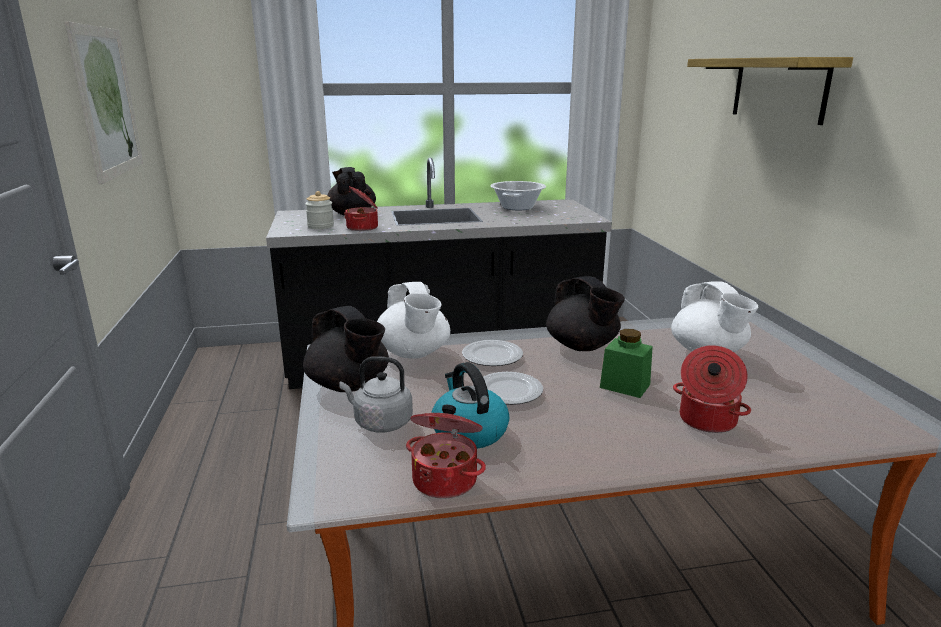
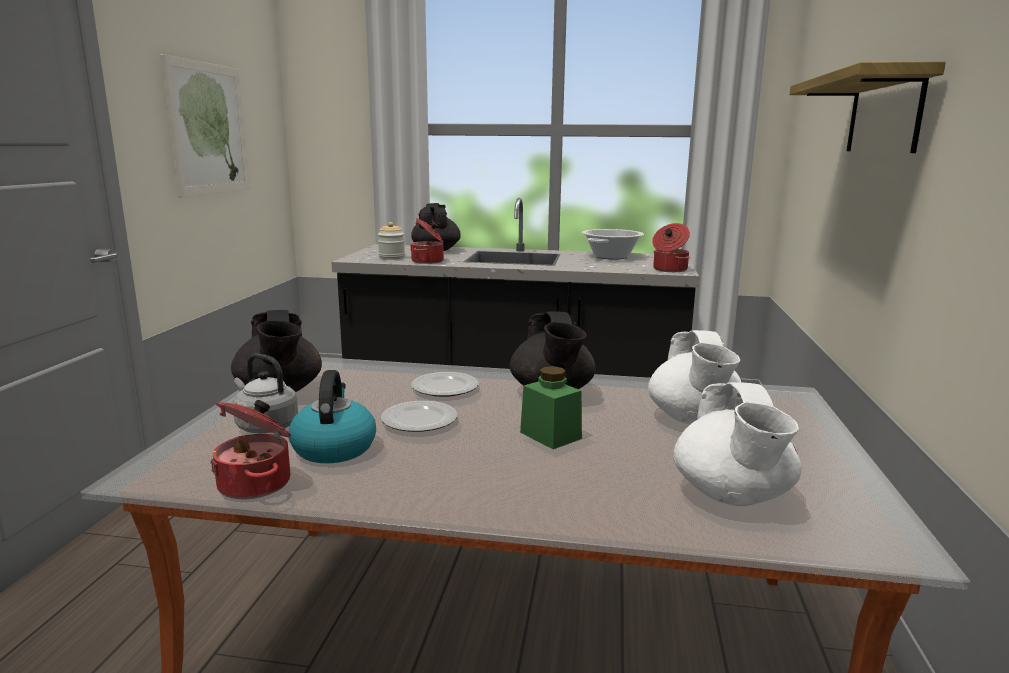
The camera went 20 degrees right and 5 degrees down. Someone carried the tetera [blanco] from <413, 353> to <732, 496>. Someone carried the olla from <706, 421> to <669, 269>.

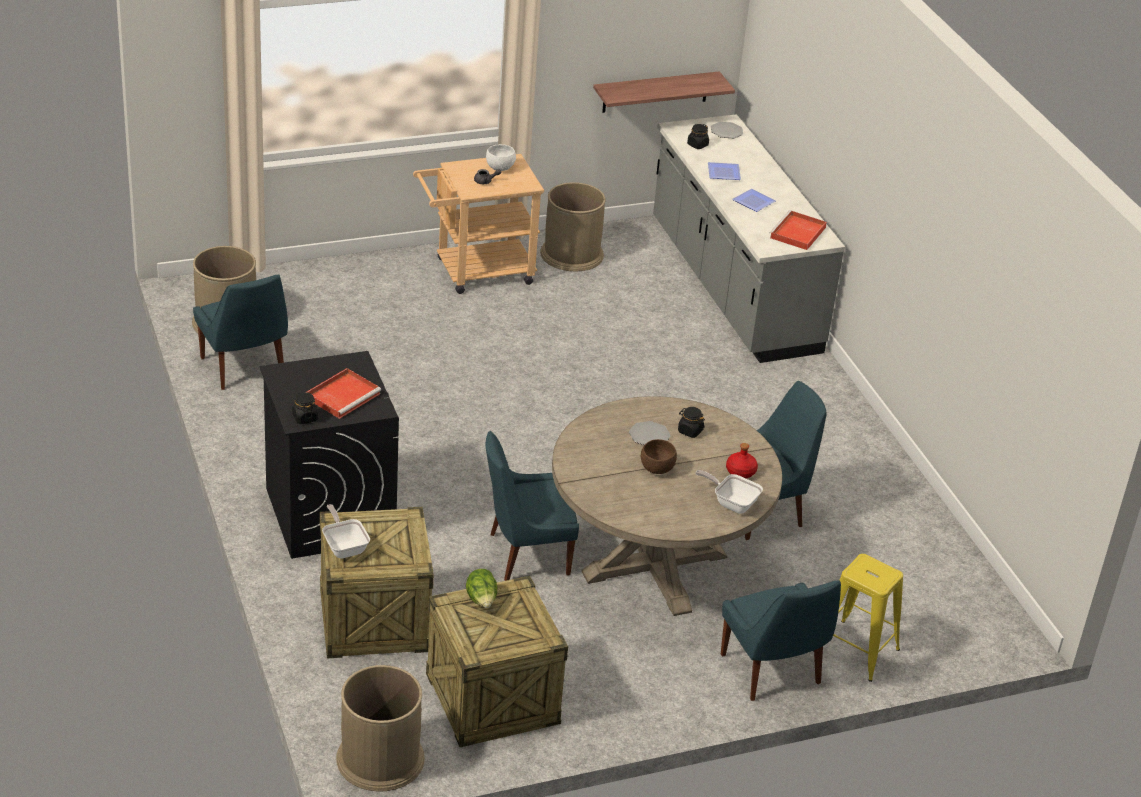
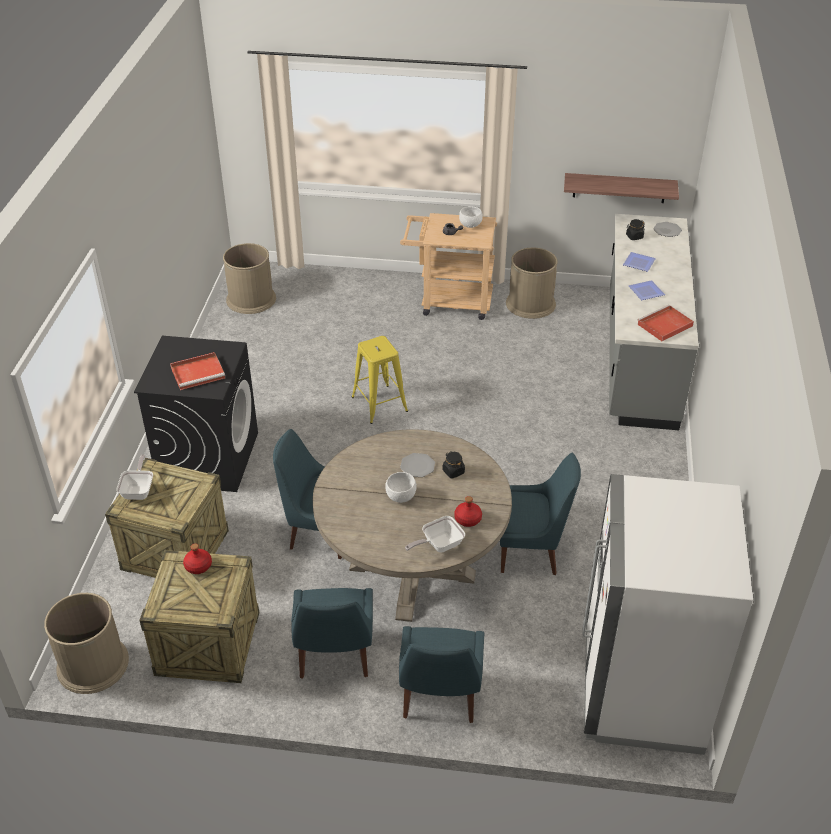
The camera went 30 degrees right and 5 degrees up. Someone carried the silla [azul] from <244, 368> to <334, 656>. Someone took away the tarro [negro] at <304, 417>. Someone repainted the cuenco [marrón] at <656, 469>, which became the cuenco [blanco] at <400, 496>. Someone rotated the sartén at <731, 503> by 90 degrees counterclockwise. Someone carried the taburete [amarillo] from <856, 650> to <379, 404>. Someone swapped the lechuga at <482, 600> for the botella [rojo] at <198, 566>. Someone put down the nevera [blanco] at <641, 690>.

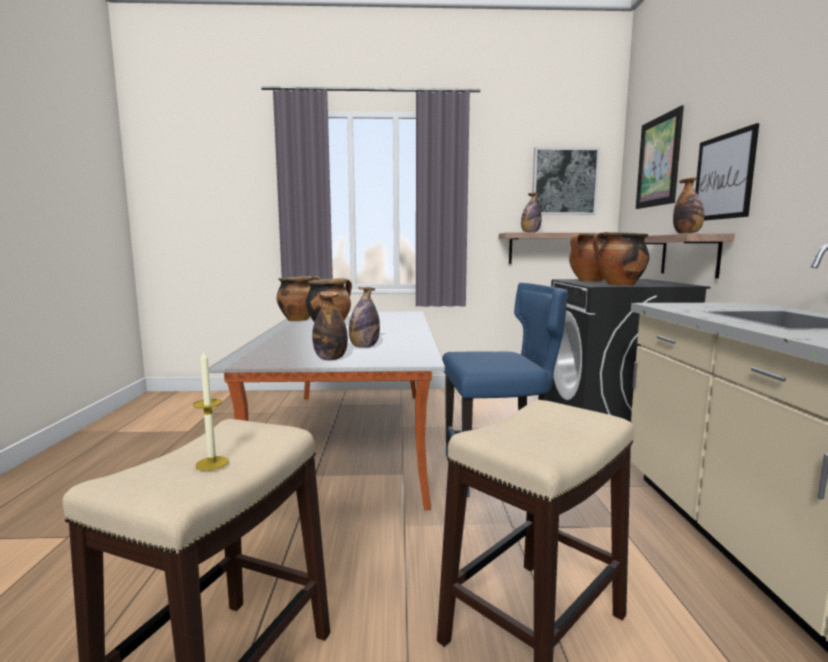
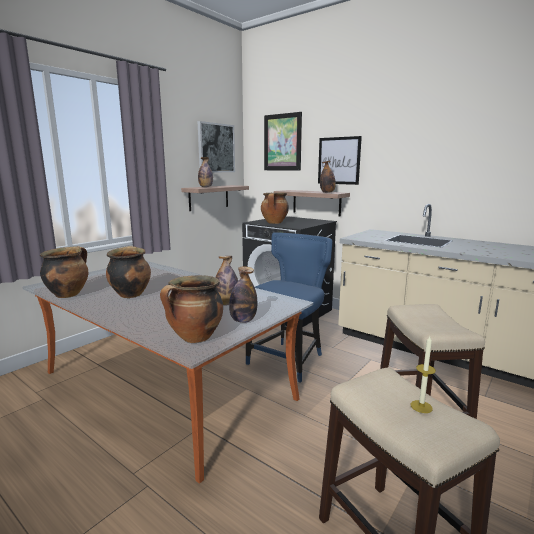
The camera went 50 degrees left and 5 degrees up. Someone carried the olla from <619, 285> to <195, 338>.

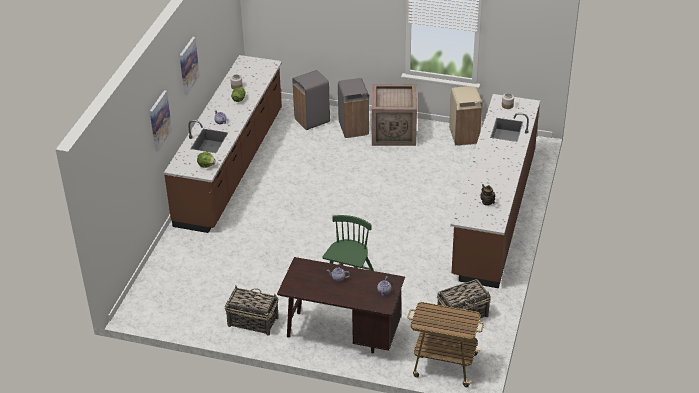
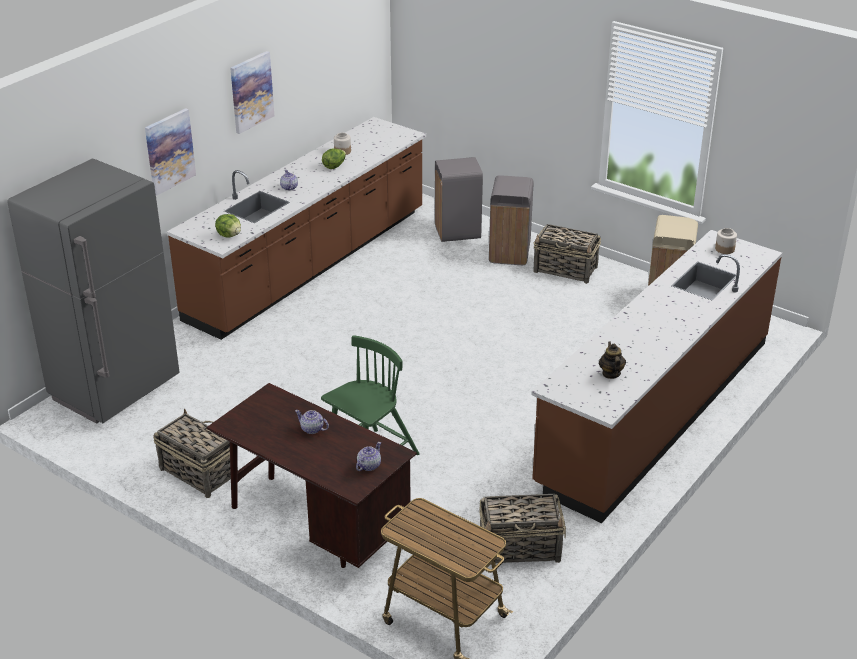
The camera went 20 degrees right and 5 degrees down. Someone swapped the caja de embalaje at <394, 132> for the cesta at <566, 270>. Someone put down the nevera [gris] at <116, 390>.

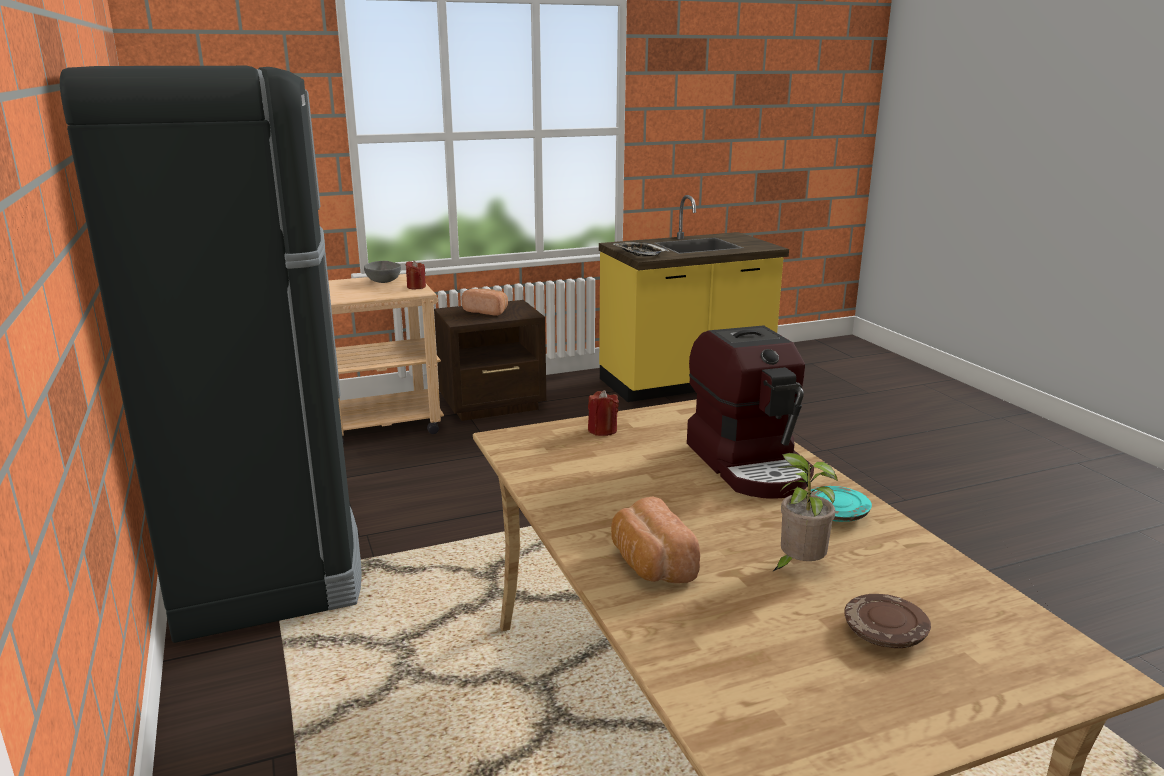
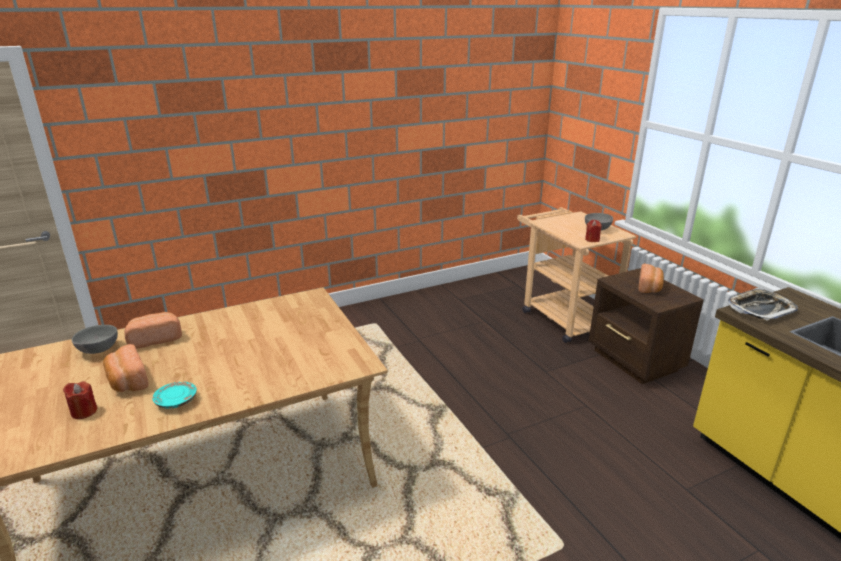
The camera went 85 degrees right and 5 degrees up. Someone took away the nevera [negro] at <267, 564>. Someone took away the cafetera at <750, 464>. Someone carried the vela [rojo] from <602, 430> to <84, 411>. Someone swapped the planta en maceta at <798, 566> for the pan at <127, 381>. Someone took away the plato [marrón] at <884, 633>. Someone put down the cuenco [gris] at <97, 350>.

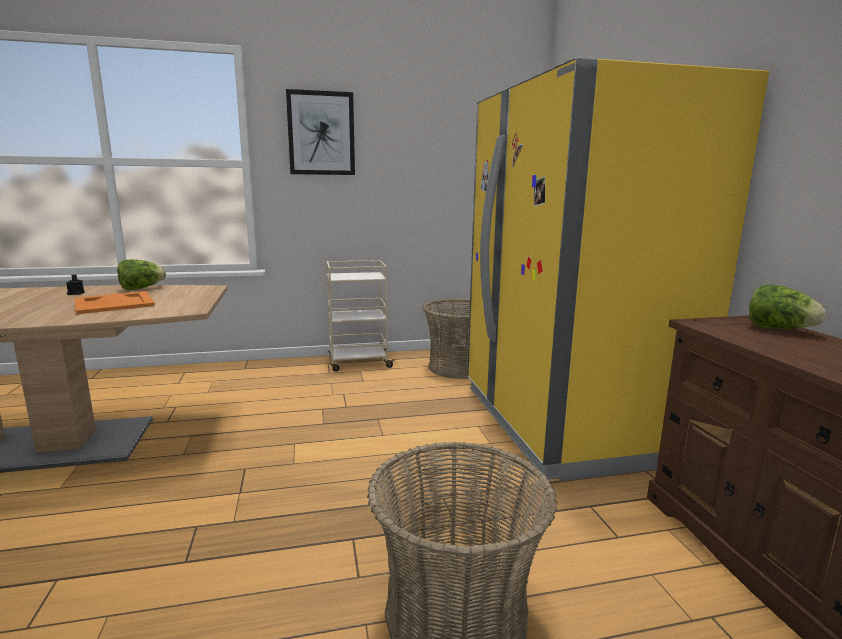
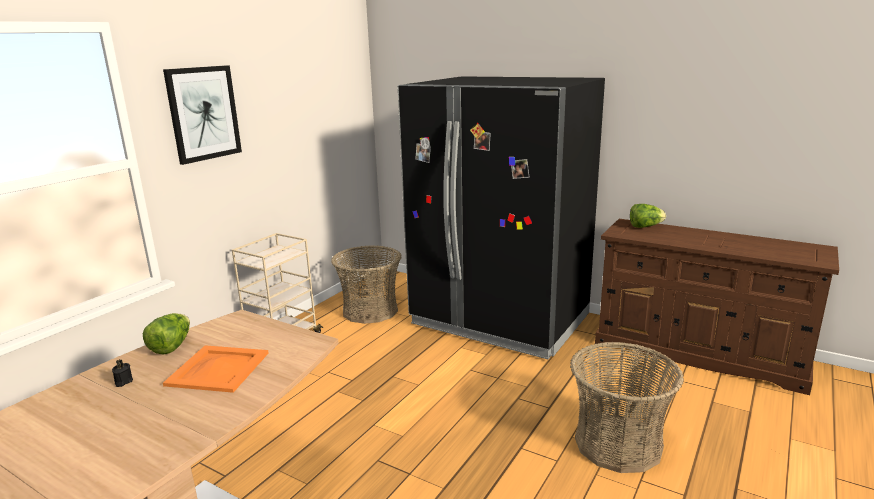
The camera went 45 degrees left and 5 degrees up. Someone repainted the nevera [amarillo] at <566, 422>, which became the nevera [negro] at <500, 320>.

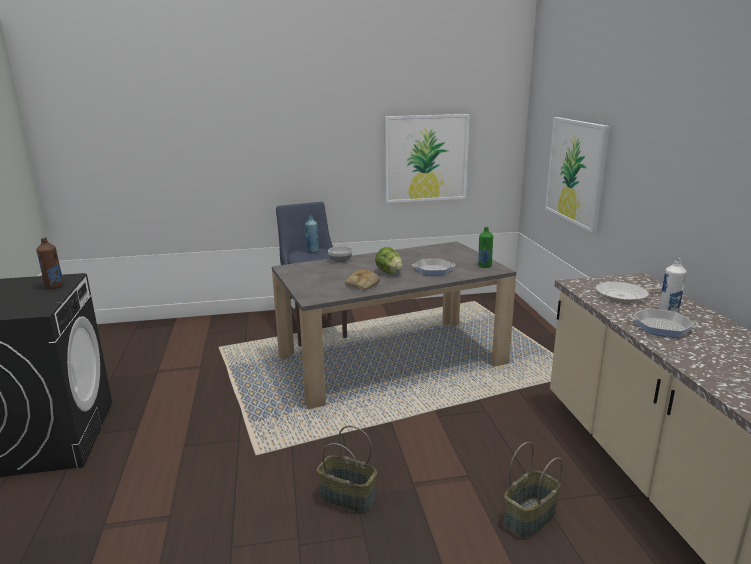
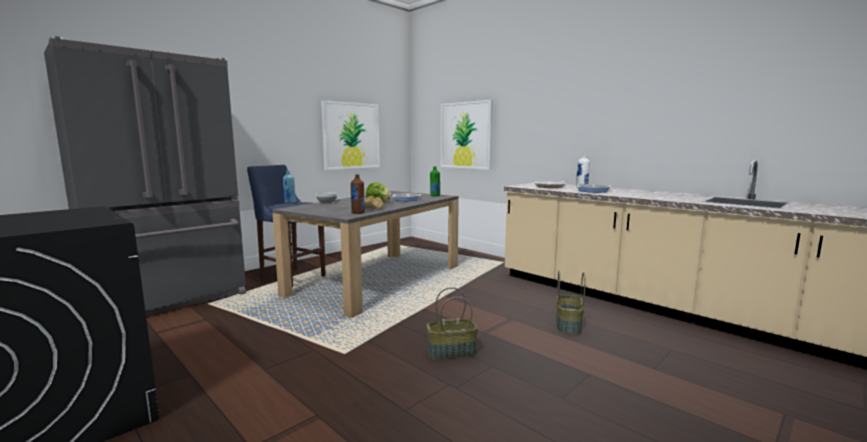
The camera went 35 degrees left and 10 degrees down. Someone carried the botella [marrón] from <54, 286> to <358, 213>. Someone put down the nevera [gris] at <170, 300>.

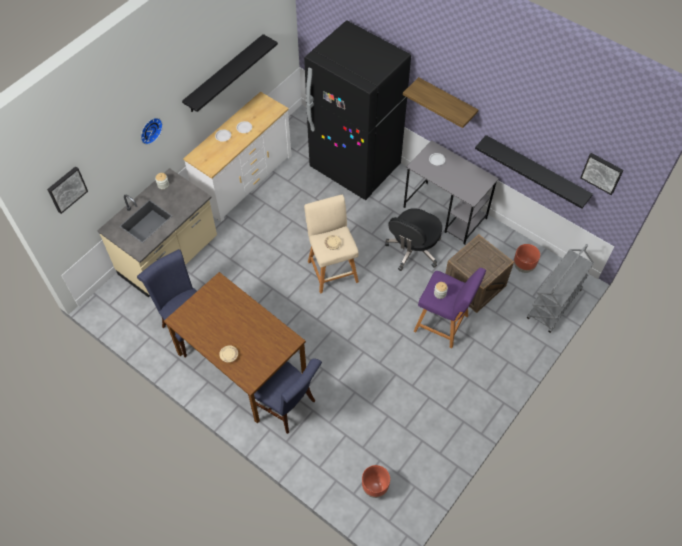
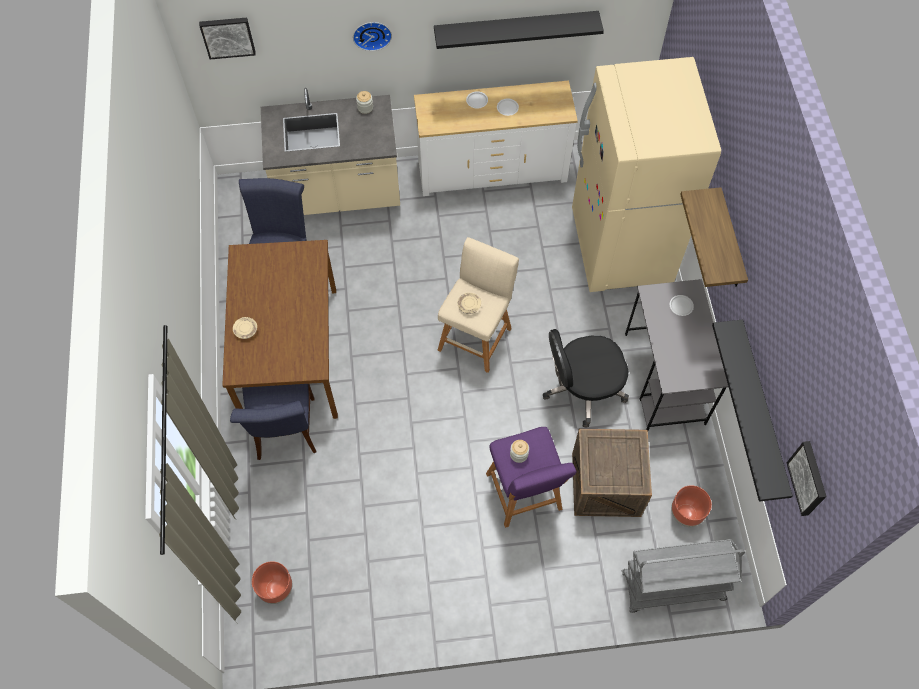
The camera went 45 degrees right and 5 degrees up. Someone repainted the nevera [negro] at <355, 167>, which became the nevera [beis] at <621, 247>.

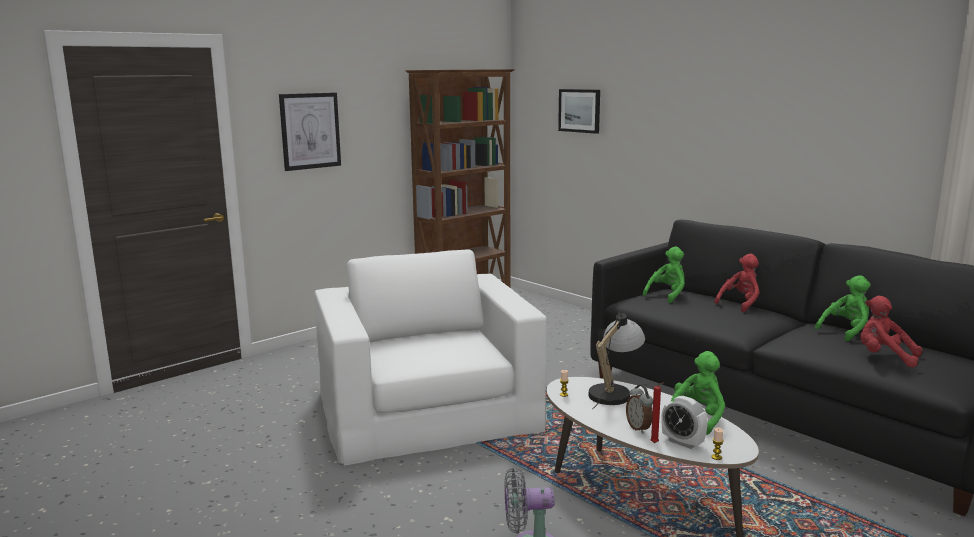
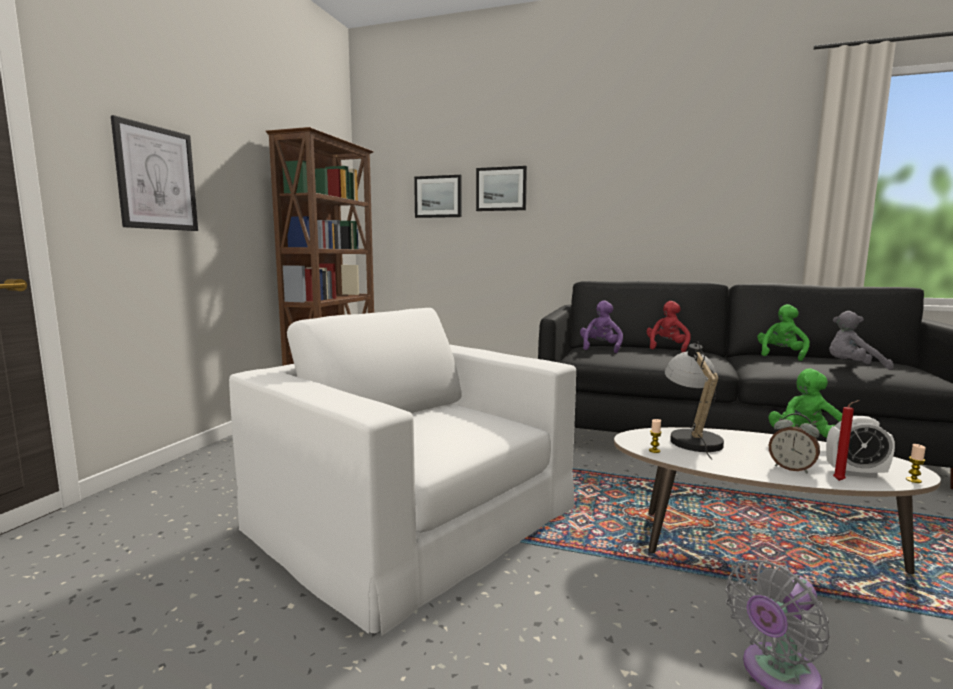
The camera went 30 degrees left and 5 degrees down. Someone repainted the peluche [verde] at <667, 295>, which became the peluche [morado] at <600, 348>. Someone repainted the peluche [rojo] at <884, 357>, which became the peluche [gris] at <852, 367>. Someone put up the cuadro at <501, 189>.

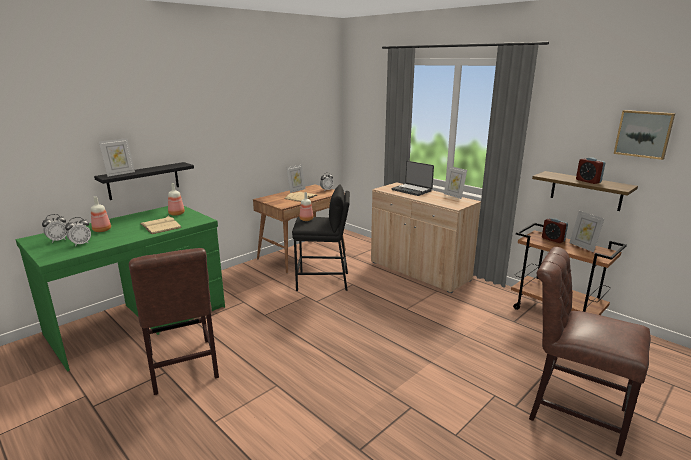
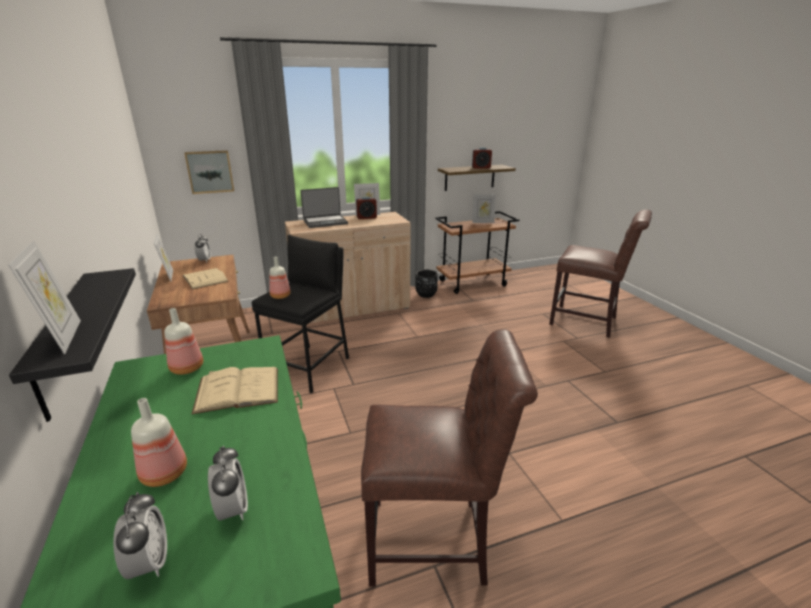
The camera went 65 degrees left and 5 degrees up. Someone carried the cuadro from <643, 134> to <210, 171>. Someone carried the despertador from <553, 239> to <366, 217>. Someone rotated the silla [marrón] at <571, 411> by 120 degrees counterclockwise. Someone put down the maceta [negro] at <426, 294>.

